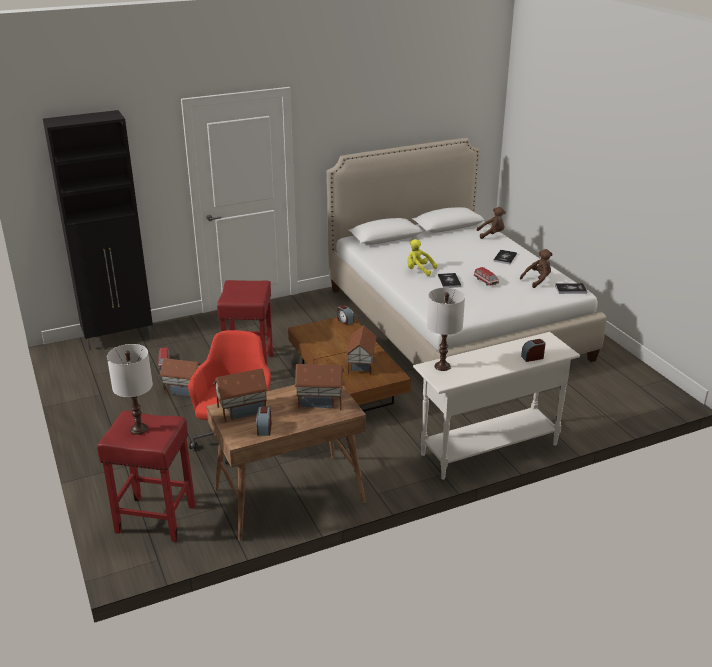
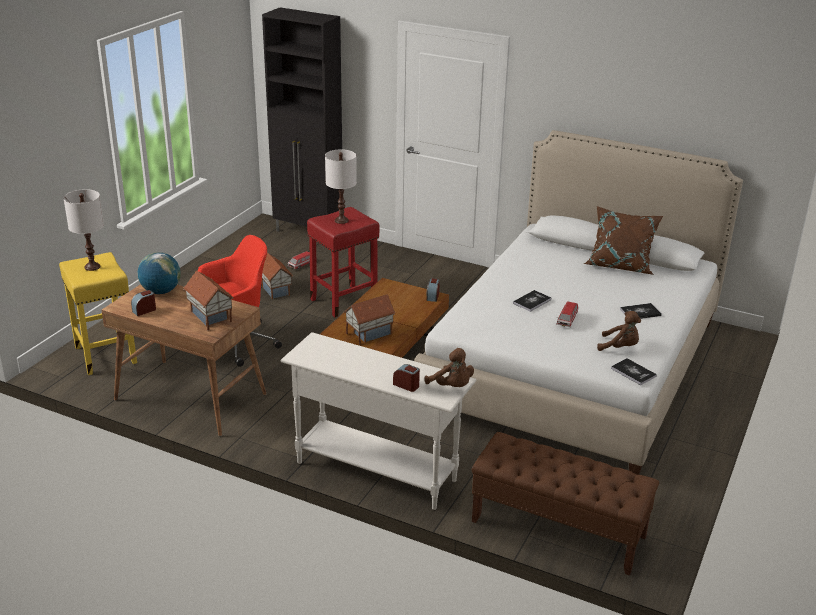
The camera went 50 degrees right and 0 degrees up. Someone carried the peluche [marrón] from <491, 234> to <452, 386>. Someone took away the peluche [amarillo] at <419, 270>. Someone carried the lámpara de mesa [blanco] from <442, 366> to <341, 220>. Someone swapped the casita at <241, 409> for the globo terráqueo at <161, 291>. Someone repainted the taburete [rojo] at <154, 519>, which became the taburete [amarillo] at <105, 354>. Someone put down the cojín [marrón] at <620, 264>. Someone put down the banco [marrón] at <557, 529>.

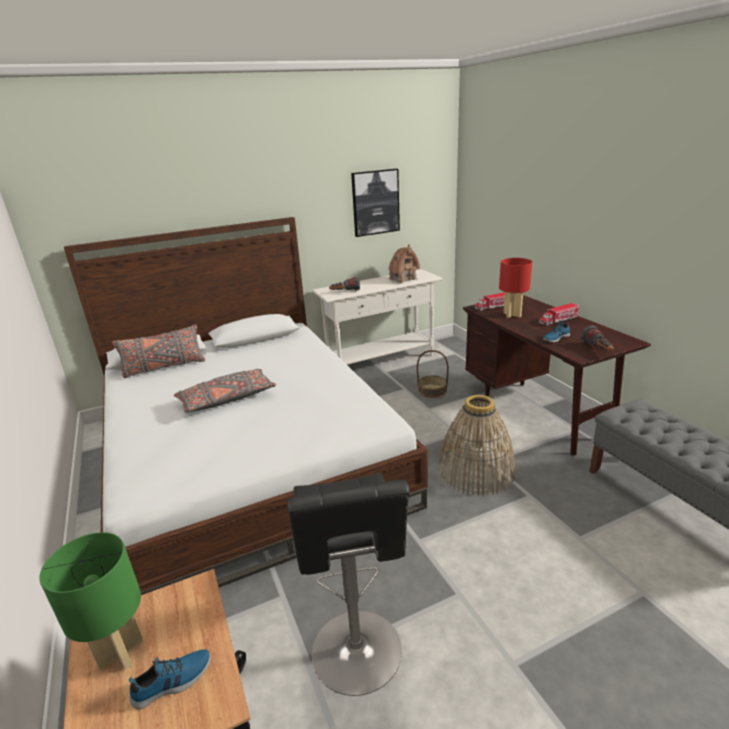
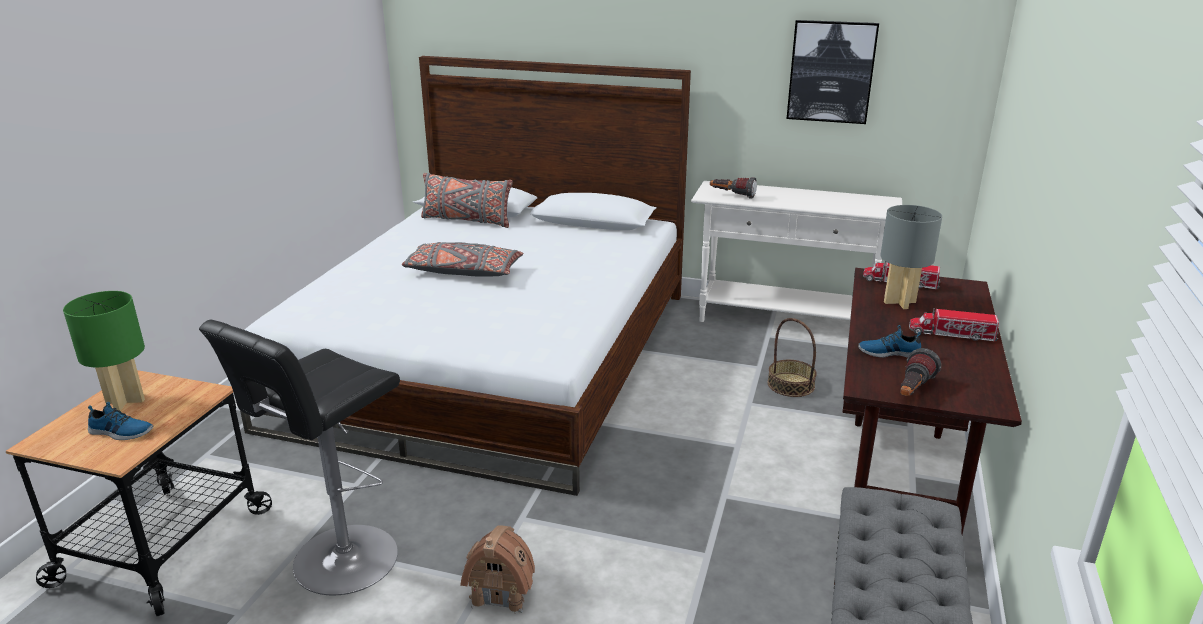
The camera went 40 degrees right and 0 degrees up. Someone carried the casita from <403, 279> to <502, 592>. Someone repainted the lámpara de mesa [rojo] at <512, 315>, which became the lámpara de mesa [gris] at <900, 302>. Someone took away the cesta at <475, 471>.

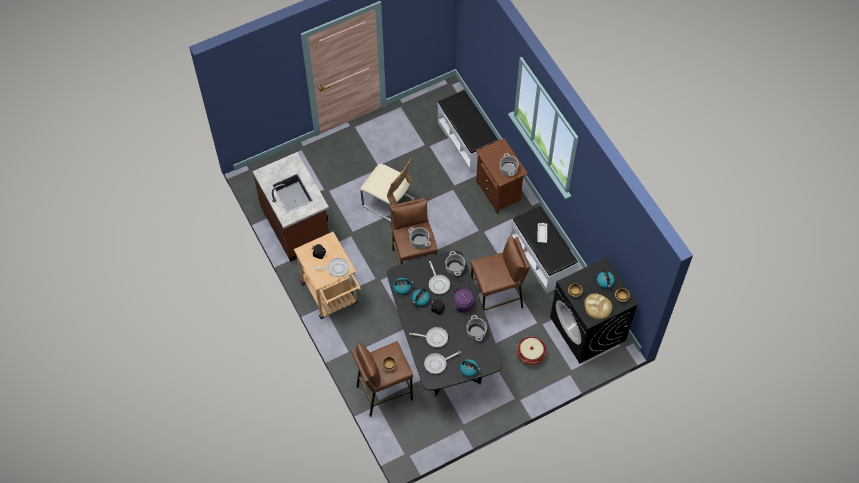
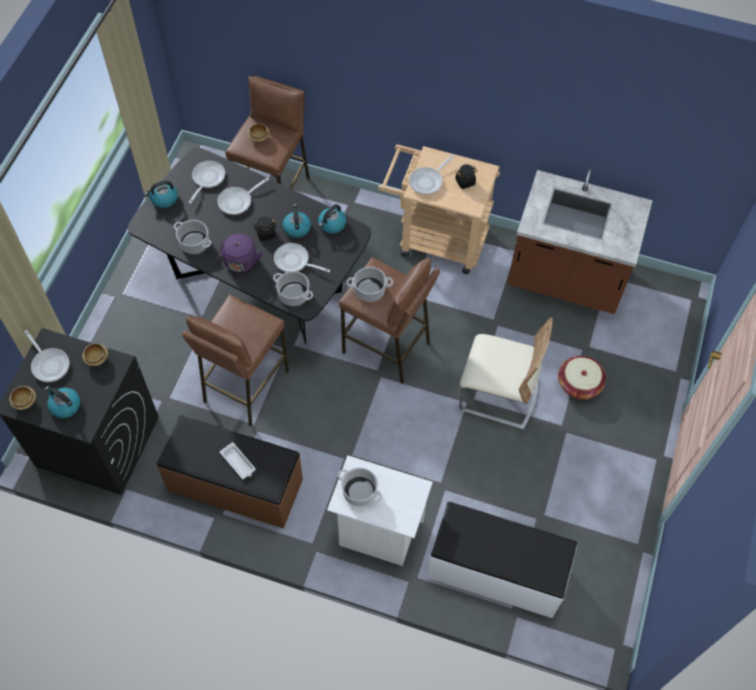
The camera went 135 degrees right and 0 degrees up. Someone repainted the mesita de noche [marrón] at <499, 192>, which became the mesita de noche [blanco] at <378, 532>. Someone rotated the silla [beis] at <388, 202> by 150 degrees counterclockwise. Someone repainted the banco [blanco] at <542, 258>, which became the banco [marrón] at <235, 486>. Someone swapped the pan at <597, 307> for the sartén at <49, 364>. Someone carried the cesta from <530, 354> to <579, 384>.

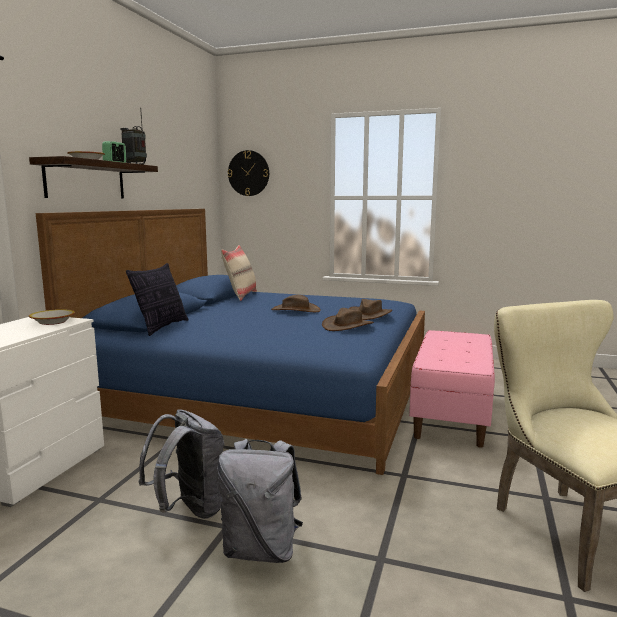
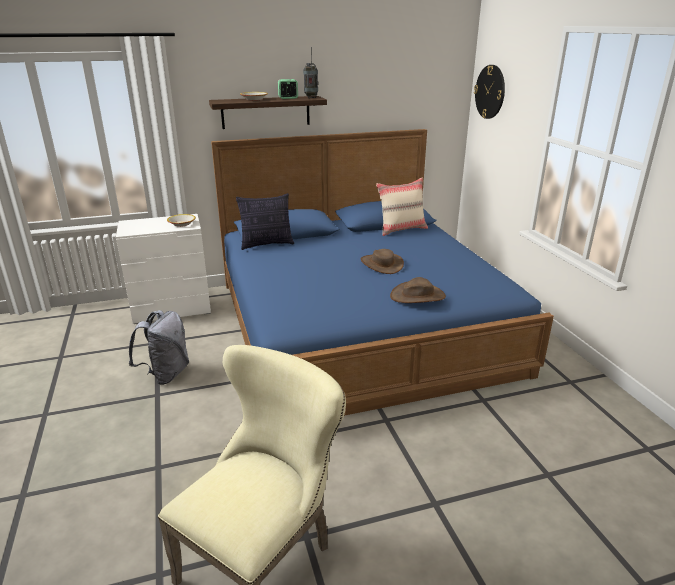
The camera went 55 degrees right and 15 degrees up. Someone took away the sombrero [marrón] at <347, 326>. Someone took away the banco [rosa] at <451, 413>. Someone took away the mochila [gris] at <261, 549>.

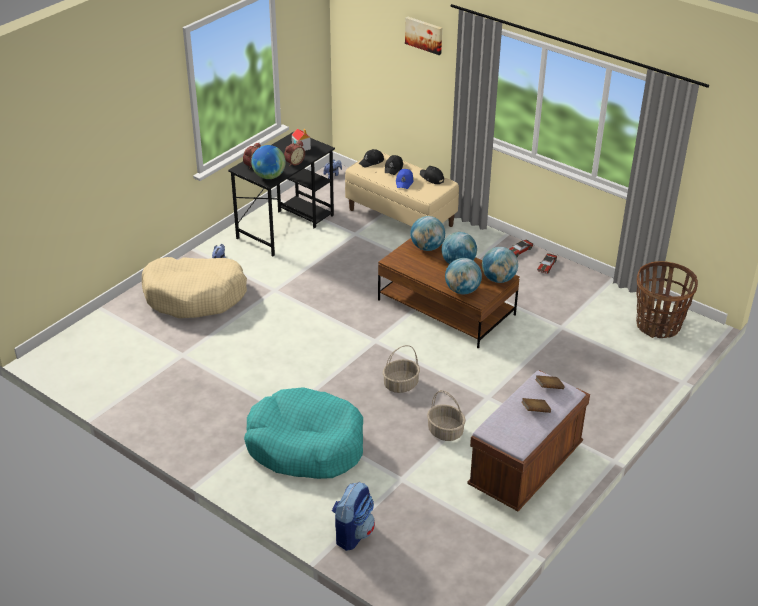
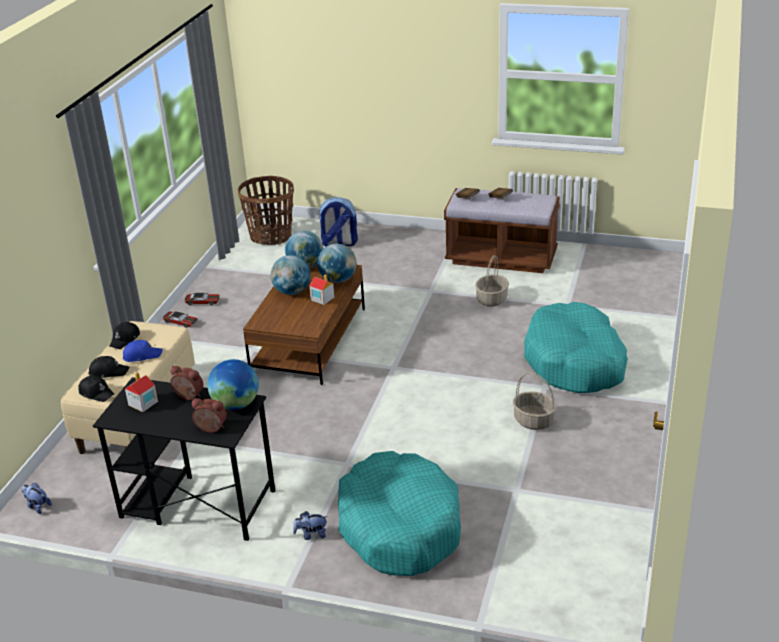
The camera went 110 degrees left and 5 degrees down. Someone took away the cuadro at <424, 35>. Someone took away the globo terráqueo at <427, 247>. Someone repainted the cama para perro [beis] at <195, 296>, which became the cama para perro [turquesa] at <399, 526>. Someone carried the cesta from <400, 385> to <534, 421>. Someone carried the mochila from <352, 533> to <339, 243>. Someone put down the casita at <322, 298>.

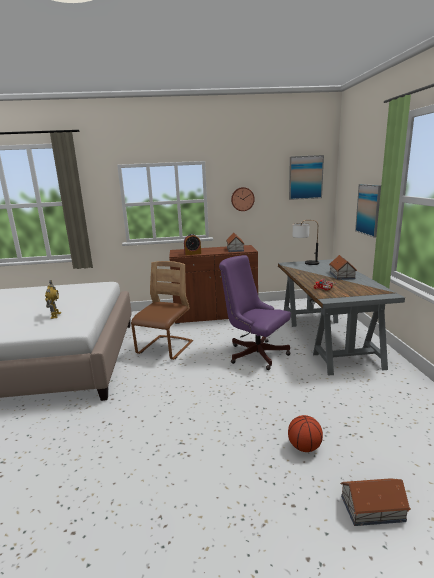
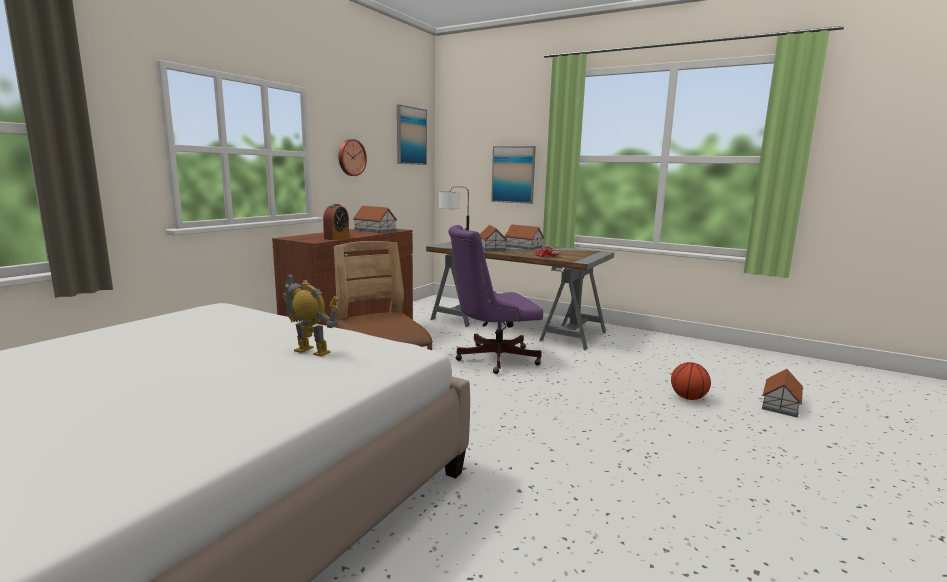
The camera went 55 degrees left and 5 degrees down. Someone put down the casita at <492, 248>.

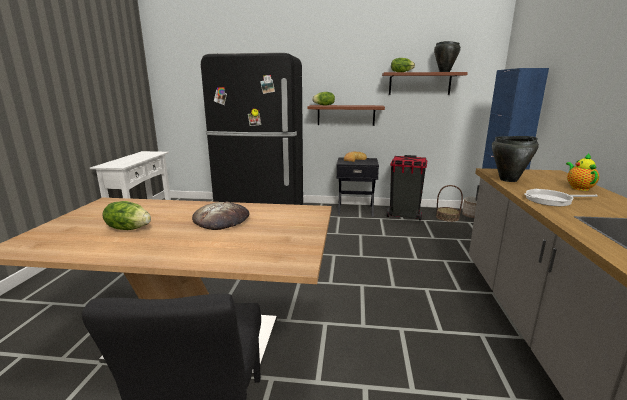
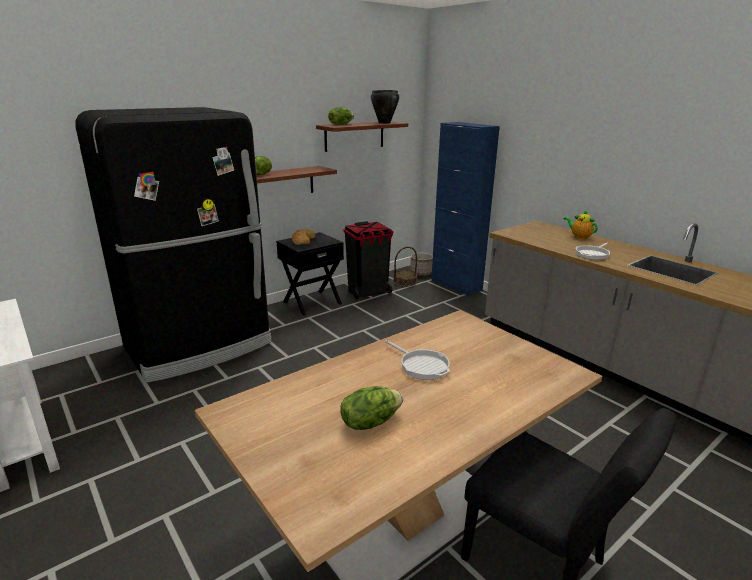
The camera went 45 degrees left and 5 degrees up. Someone took away the olla [negro] at <509, 180>. Someone swapped the pan at <221, 219> for the sartén at <422, 365>.

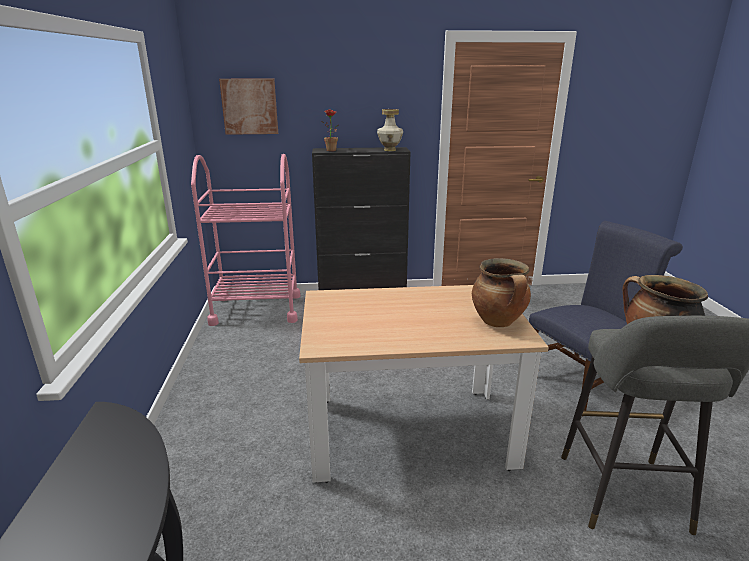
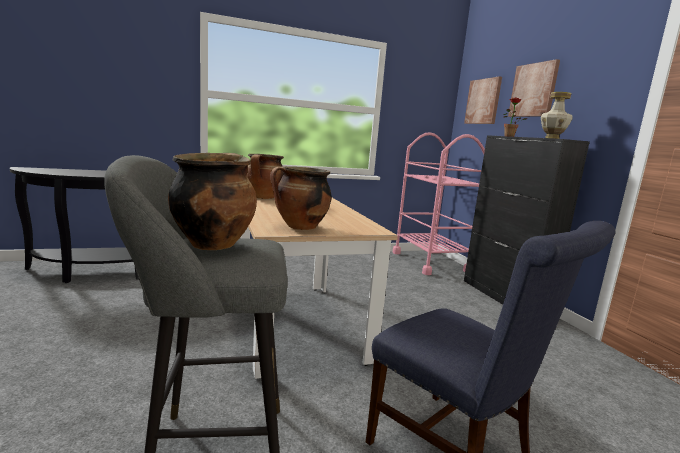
The camera went 75 degrees right and 10 degrees down. Someone put up the cuadro at <533, 90>. Someone put down the olla at <264, 198>.

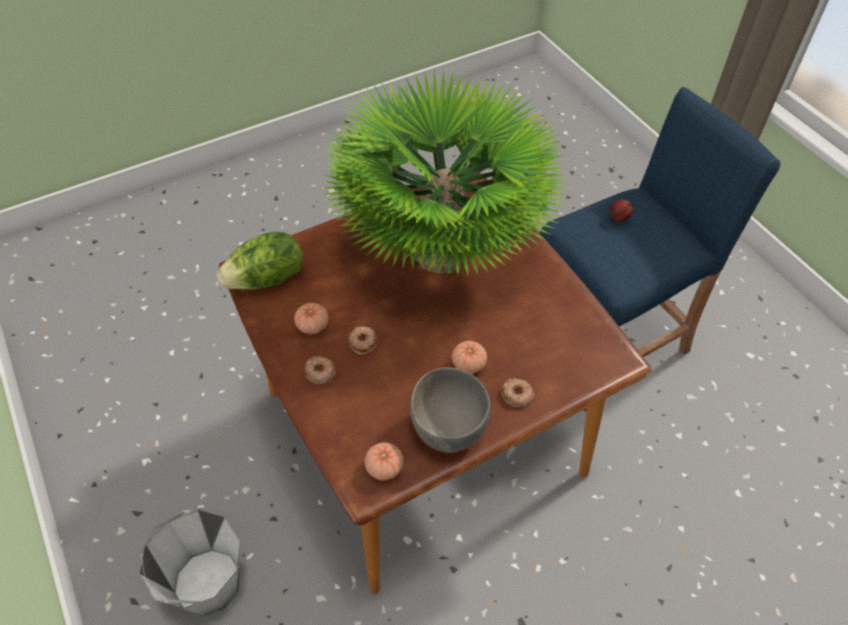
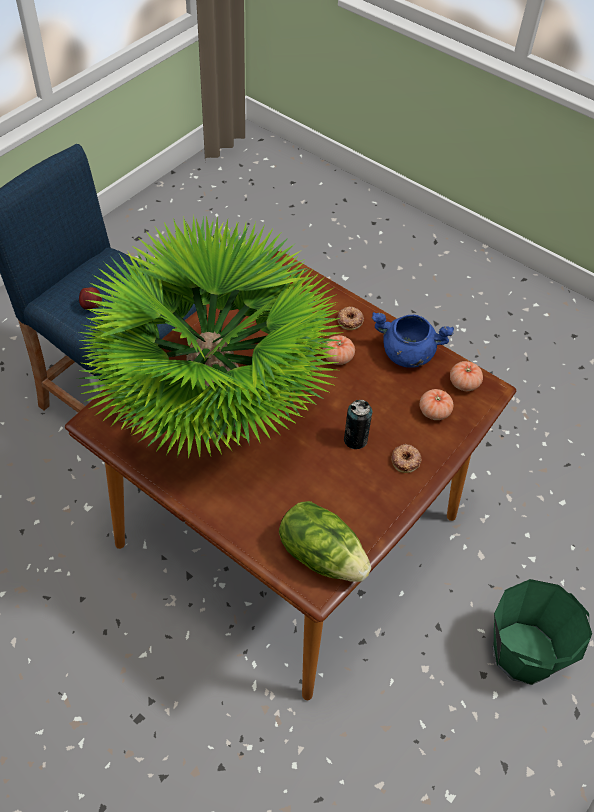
The camera went 115 degrees left and 0 degrees up. Someone carried the tomate from <312, 325> to <434, 412>. Someone swapped the rosquilla at <363, 341> for the lata at <355, 439>. Someone swapped the cuenco [gris] at <448, 428> for the olla [azul] at <406, 354>. Someone repainted the cubo [gris] at <207, 583>, which became the cubo [verde] at <524, 654>.

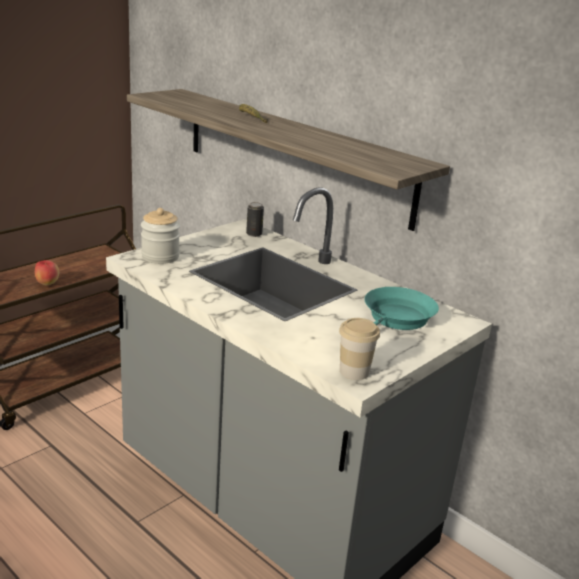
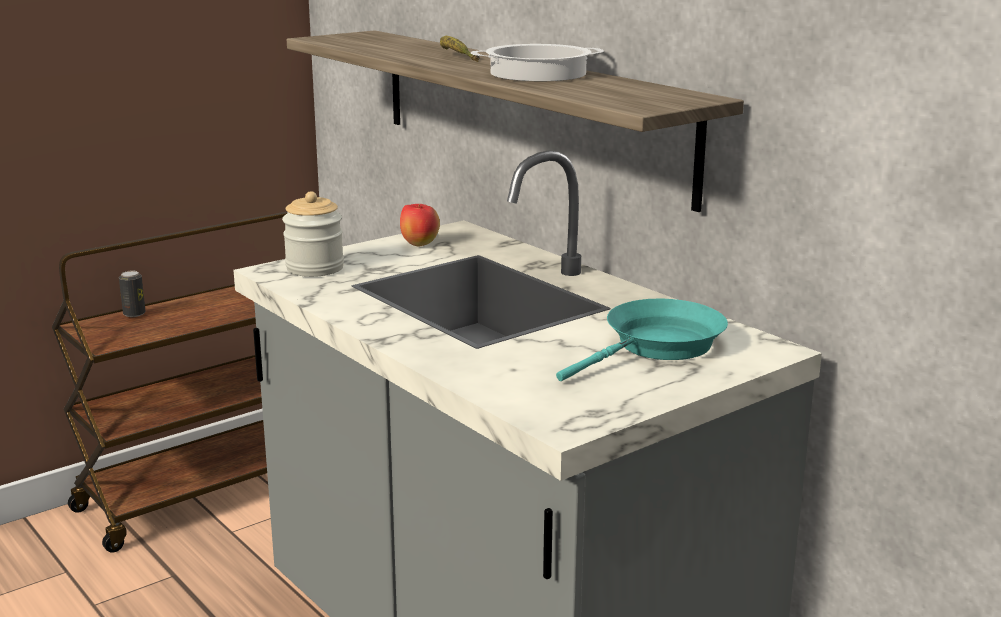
The camera went 10 degrees right and 5 degrees down. Someone carried the lata from <254, 234> to <134, 314>. Someone carried the manzana from <47, 284> to <419, 244>. Someone took away the taza at <354, 371>. Someone put down the olla at <538, 73>.

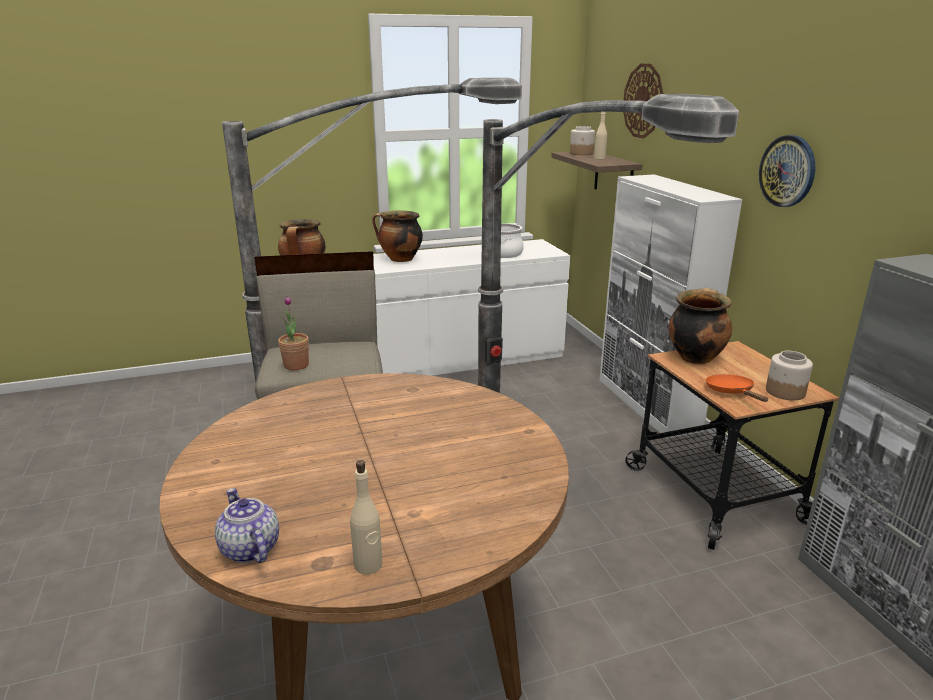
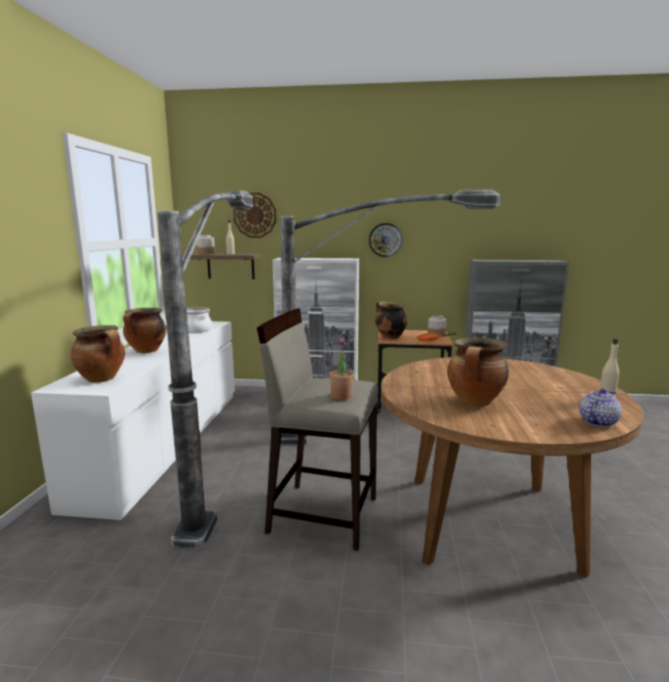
The camera went 65 degrees left and 10 degrees down. Someone rotated the tetera at <249, 549> by 150 degrees clockwise. Someone put down the olla at <475, 402>.

